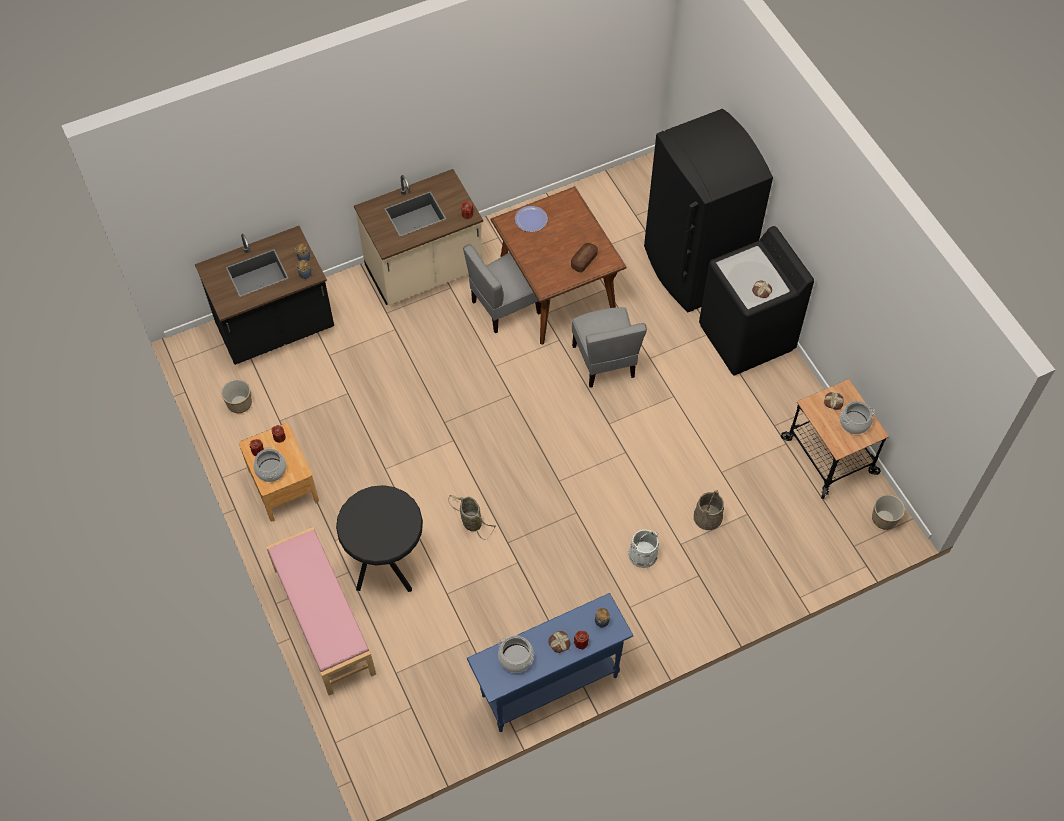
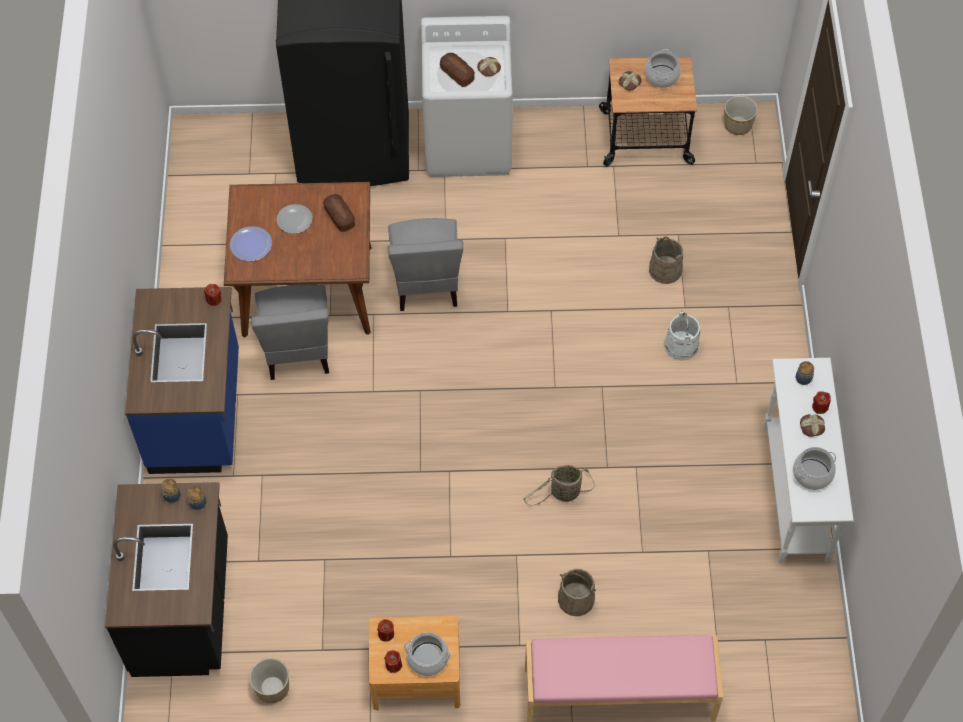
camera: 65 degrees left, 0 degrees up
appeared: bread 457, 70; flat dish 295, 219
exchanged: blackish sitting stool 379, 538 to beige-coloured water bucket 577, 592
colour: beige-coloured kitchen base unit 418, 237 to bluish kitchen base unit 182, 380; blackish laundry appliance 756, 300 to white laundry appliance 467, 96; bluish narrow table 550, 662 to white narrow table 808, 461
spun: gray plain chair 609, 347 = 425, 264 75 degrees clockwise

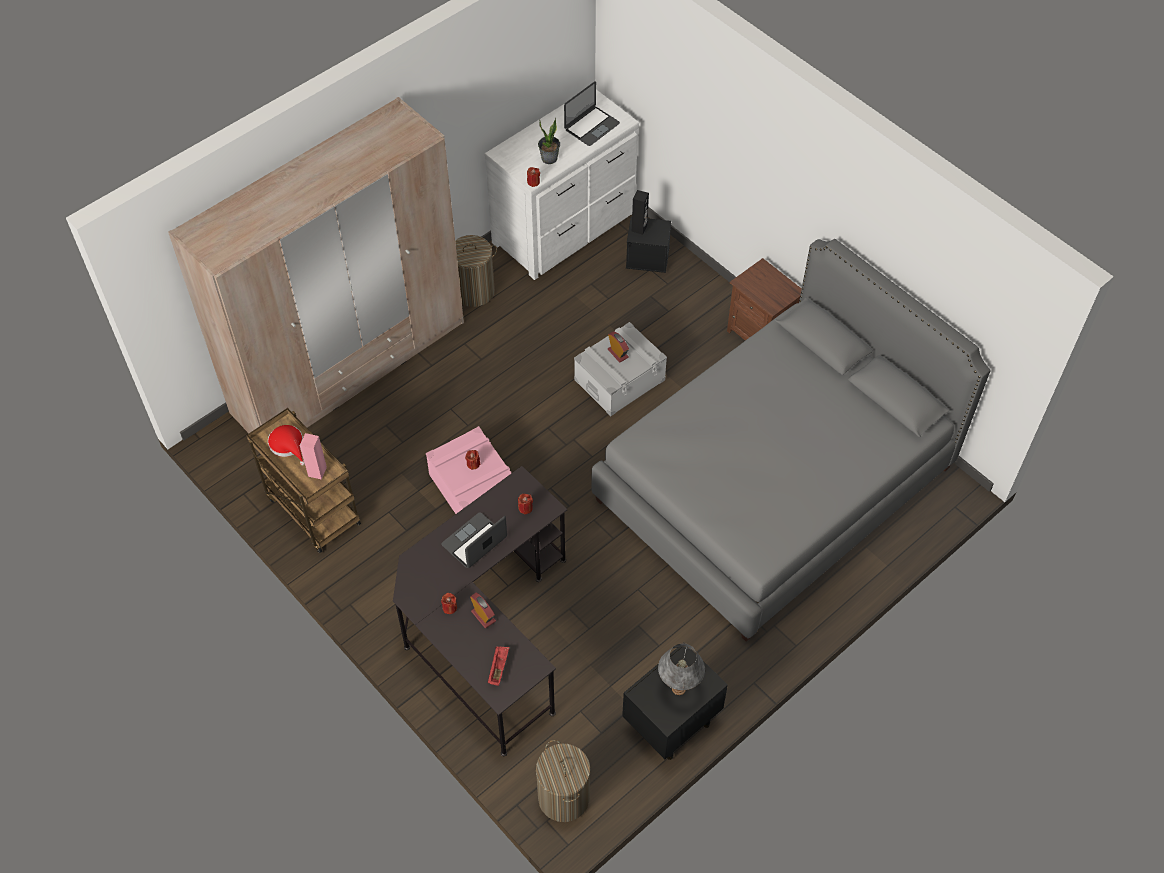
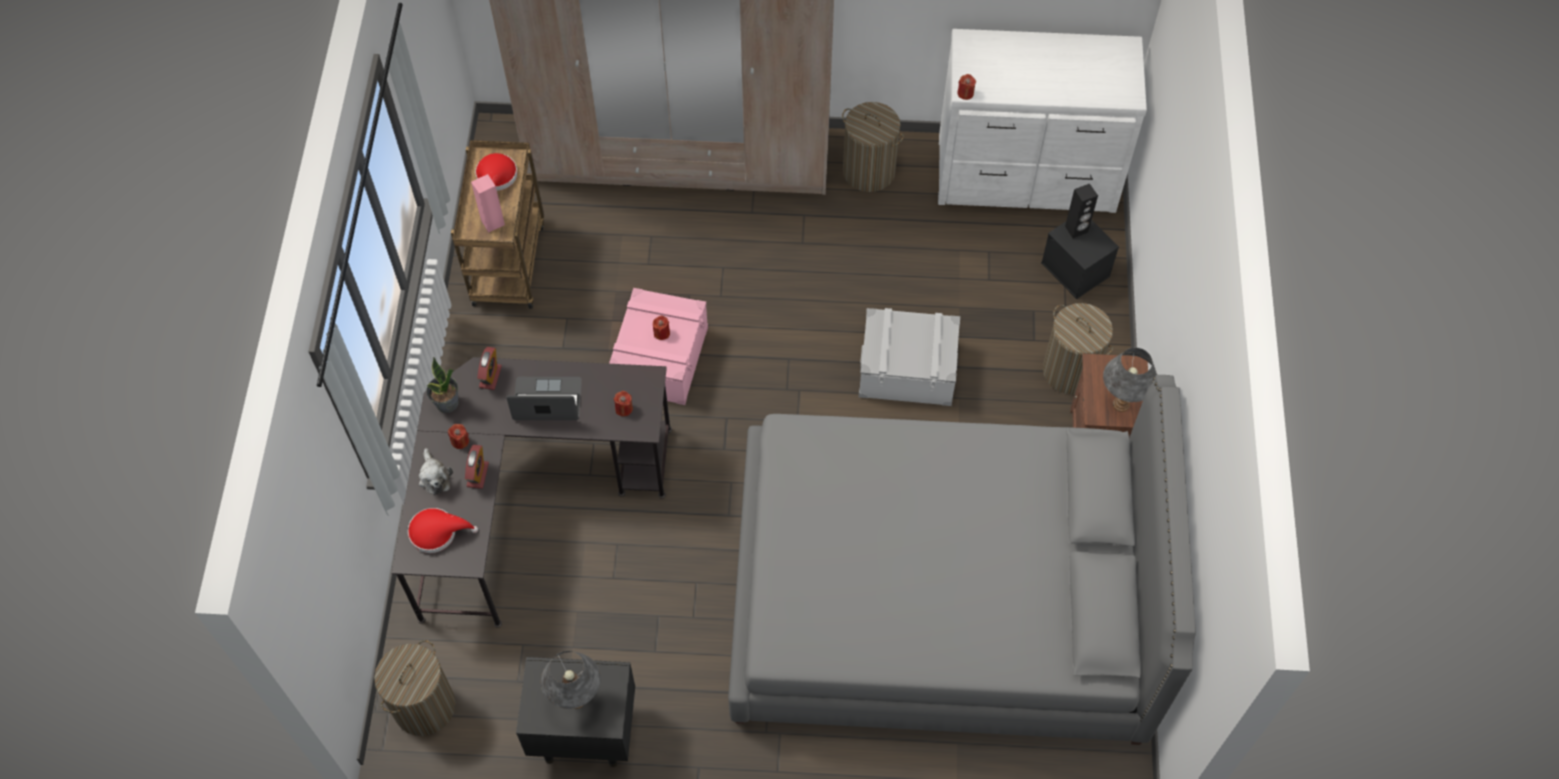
camera: 45 degrees right, 5 degrees up
missing: portable computer 592, 113
appeared: laundry basket 1078, 349; gray table lamp 1130, 379; plush toy 436, 471
relocated: plant in a pot 549, 140 to 442, 385; table clock 618, 346 to 489, 368
exchanged: red tray 498, 666 to red clothing hat 443, 530

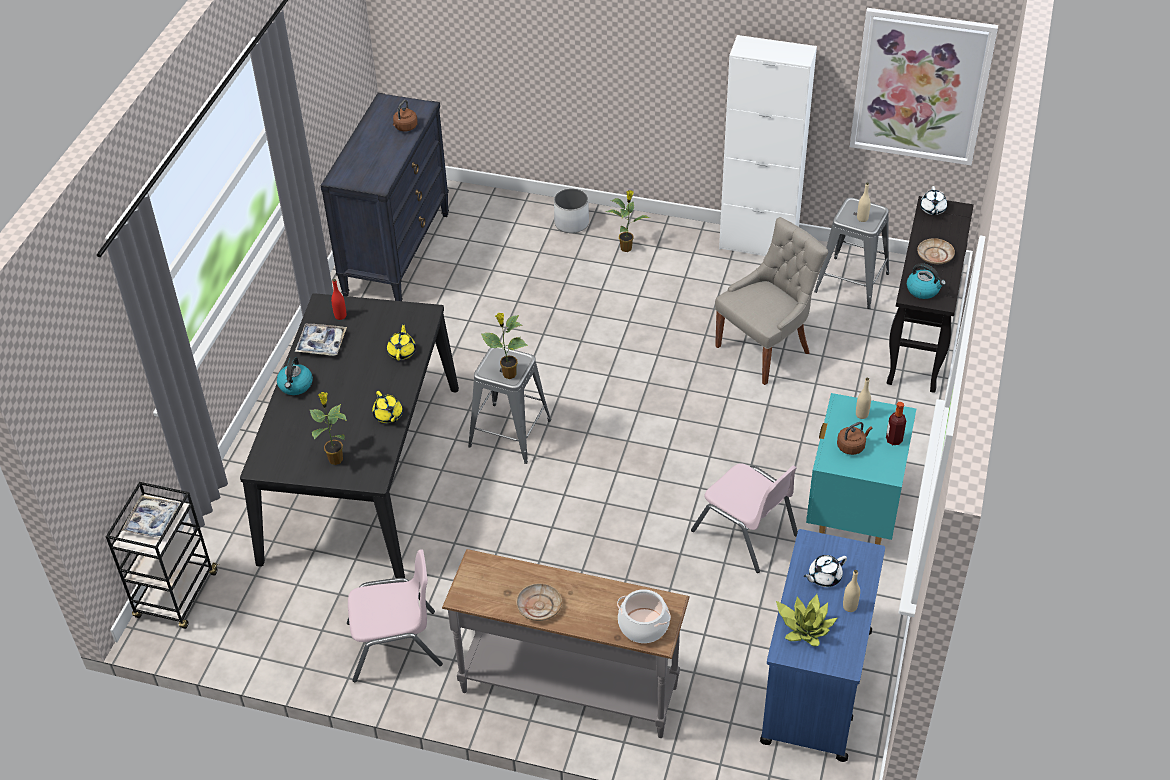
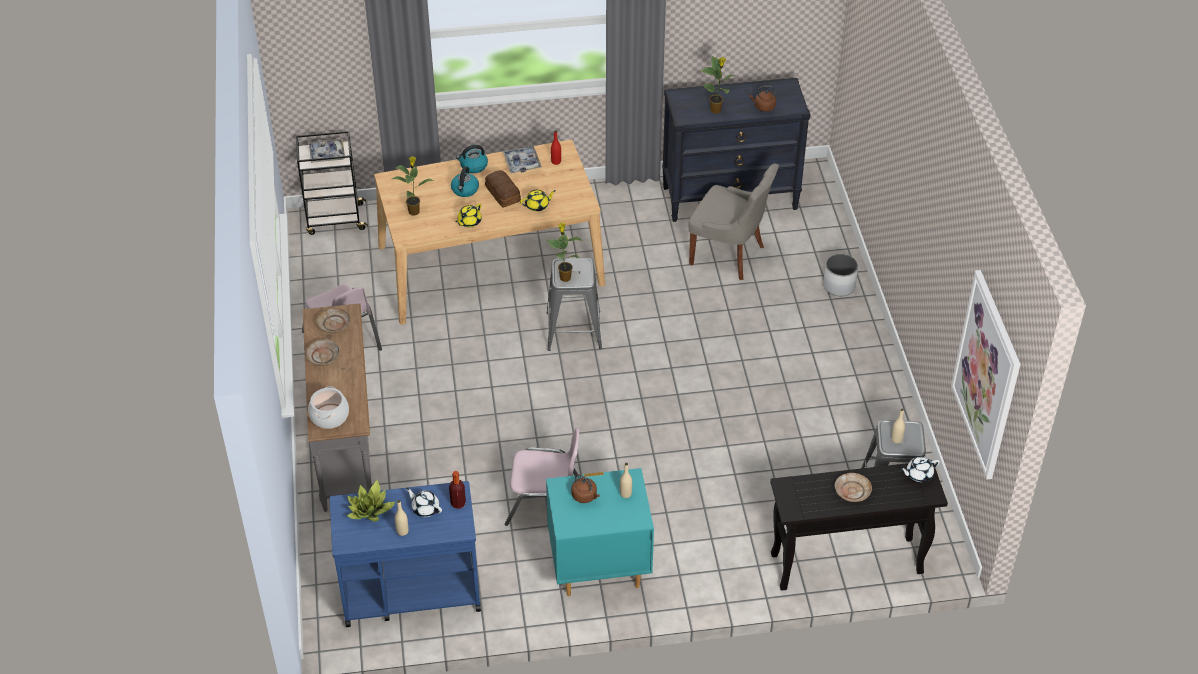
camera: 65 degrees right, 0 degrees up
missing: white cabinet 768, 145
appeared: bread 503, 189; beige-coloured flat dish 333, 320
relocated: plant in a pot 628, 221 to 718, 85; gray plain chair 771, 301 to 733, 221; kettle 926, 281 to 465, 181; drink bottle 896, 423 to 457, 490
colour: blackish dinner table 349, 435 to beige-coloured dinner table 489, 232
spun: pinkish plain chair 744, 518 = 542, 477 105 degrees counterclockwise

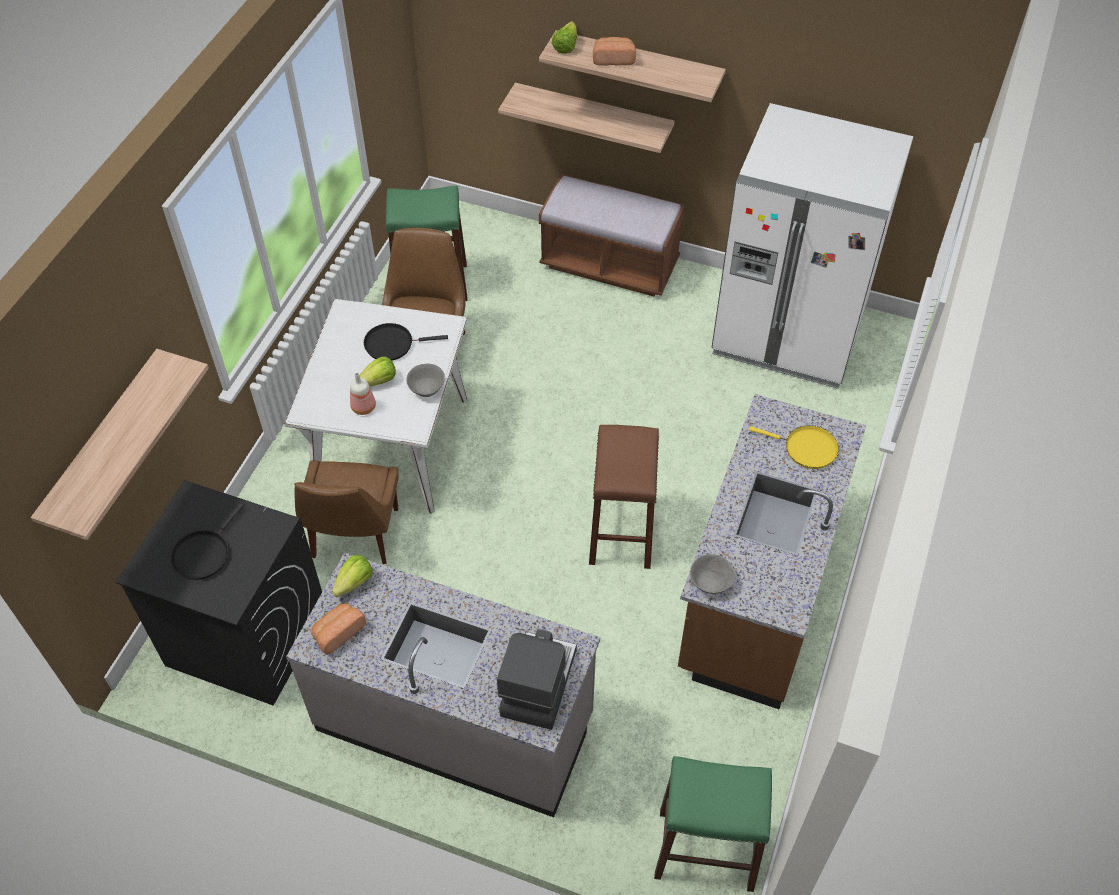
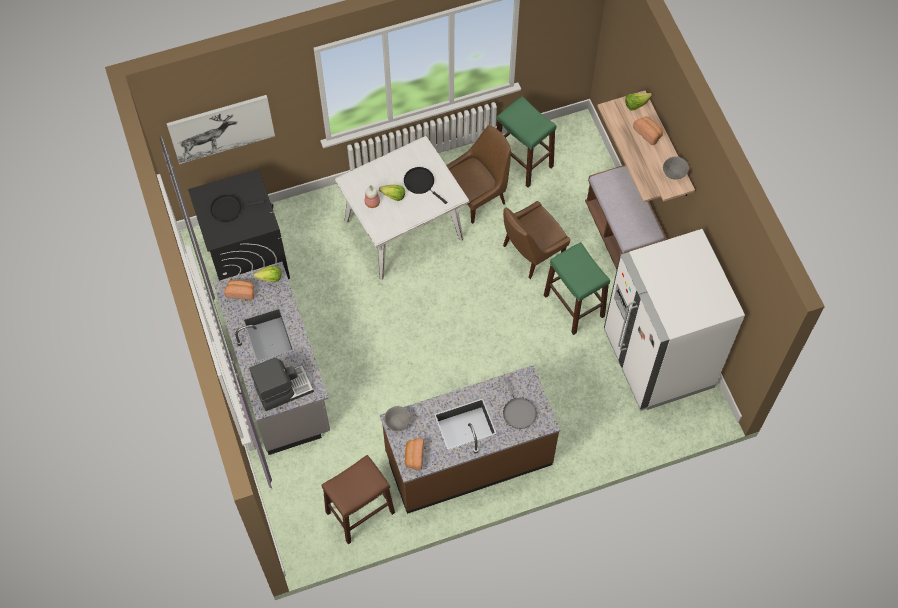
camera: 50 degrees right, 10 degrees up
appeared: bread 414, 454
relocated: gray serving bowl 425, 380 to 676, 168; brownish sitting stool 624, 497 to 358, 499; brownish plain chair 346, 512 to 536, 240; green-coloured sitting stool 713, 824 to 577, 288
exchanged: shelf 120, 444 to wall picture 221, 129
colour: yellow-coloured pan 794, 447 to gray pan 520, 403

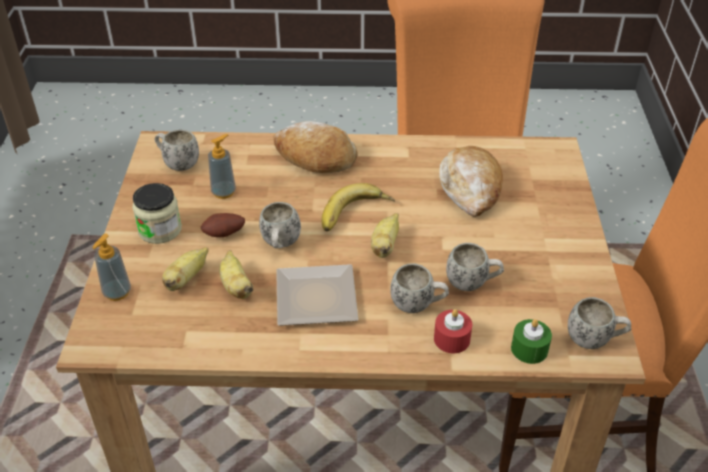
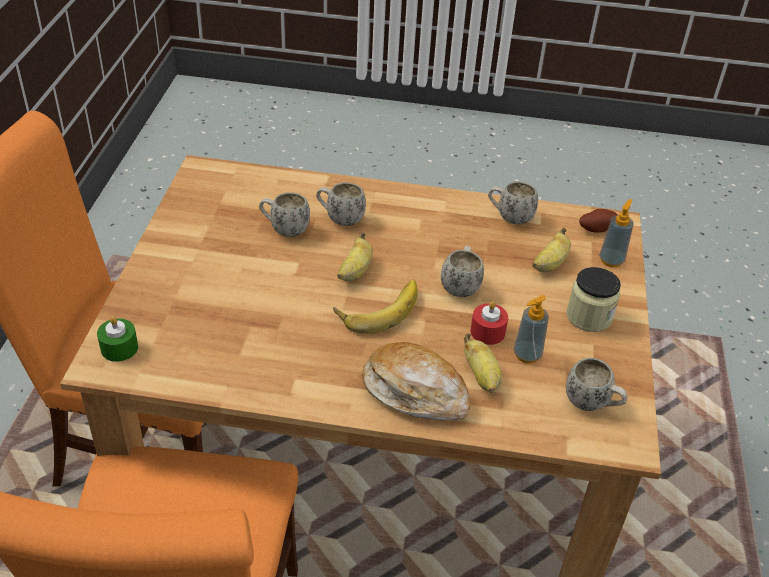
camera: 175 degrees left, 0 degrees up
missing: bread 471, 181; flat dish 317, 295
relocated: potato 223, 225 to 598, 221; whole banana 236, 274 to 483, 363; white mug 599, 323 to 513, 203; red candle 453, 331 to 489, 323; green-coloured candle 531, 341 to 117, 339

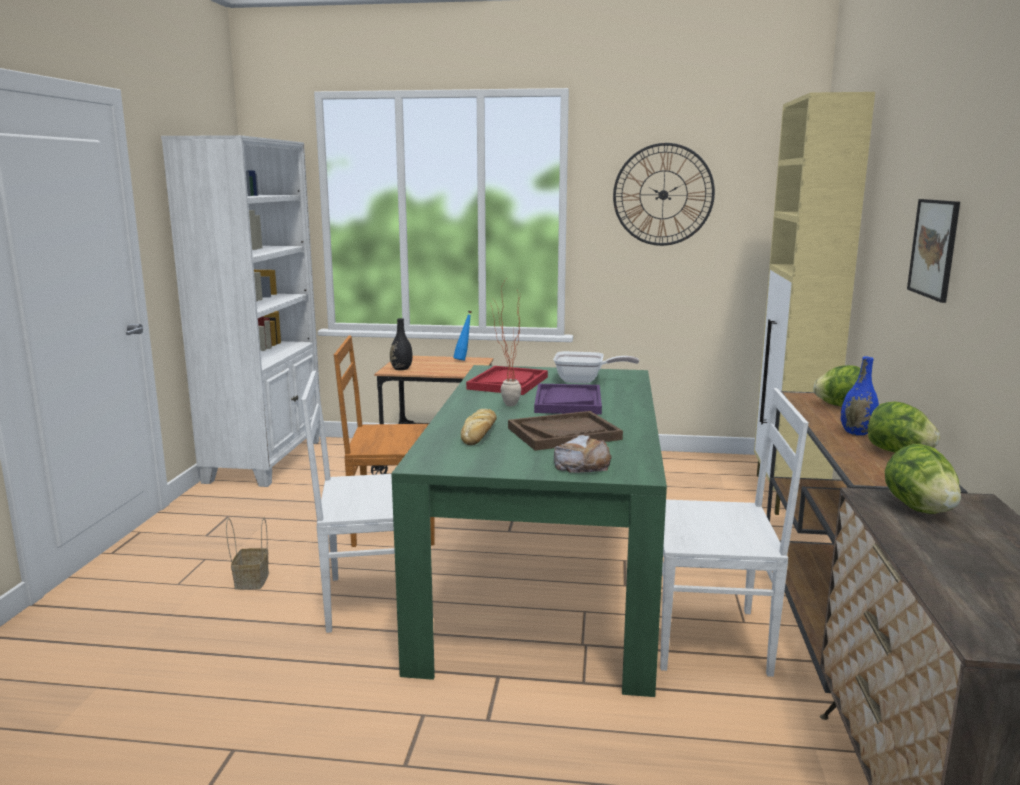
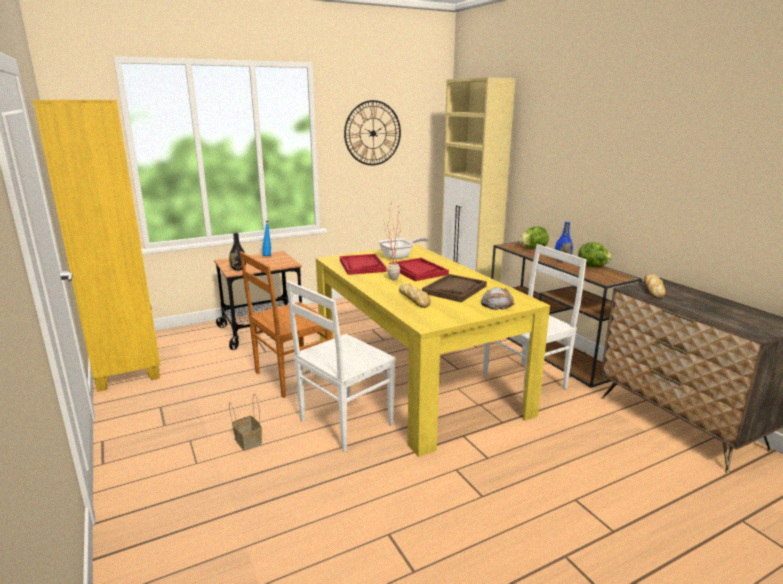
camera: 35 degrees left, 5 degrees up
missing: wall picture 933, 251
exchanged: head of lettuce 923, 479 to bread 654, 286
colour: white shelving unit 240, 311 to yellow-coloured shelving unit 97, 246; green-coloured dinner table 529, 531 to yellow-coloured dinner table 433, 350; purple-coloured tray 568, 399 to red tray 419, 269

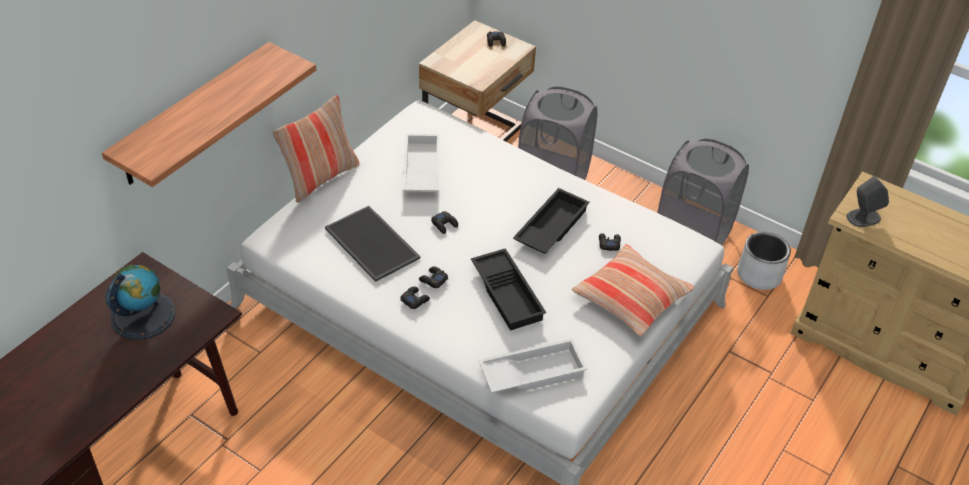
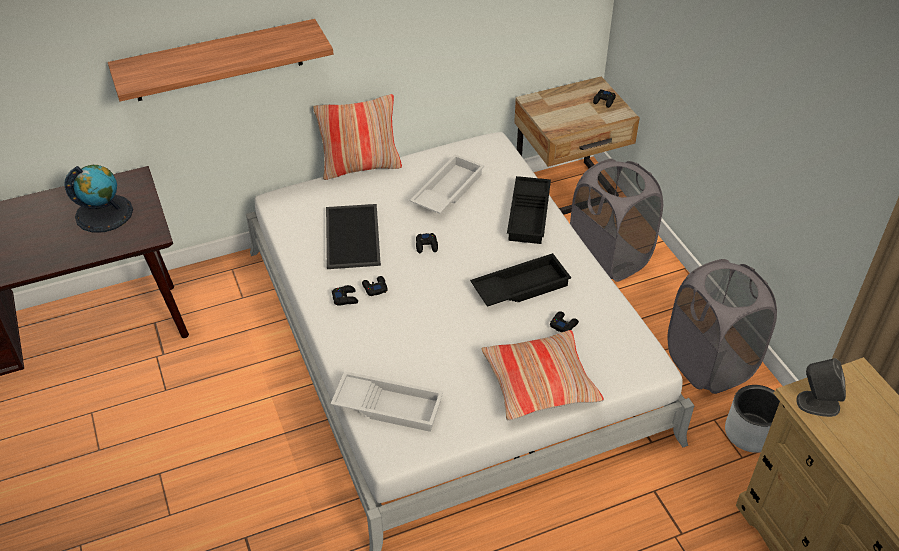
camera: 35 degrees right, 0 degrees up
relocated: blackish tray 508, 289 to 529, 210

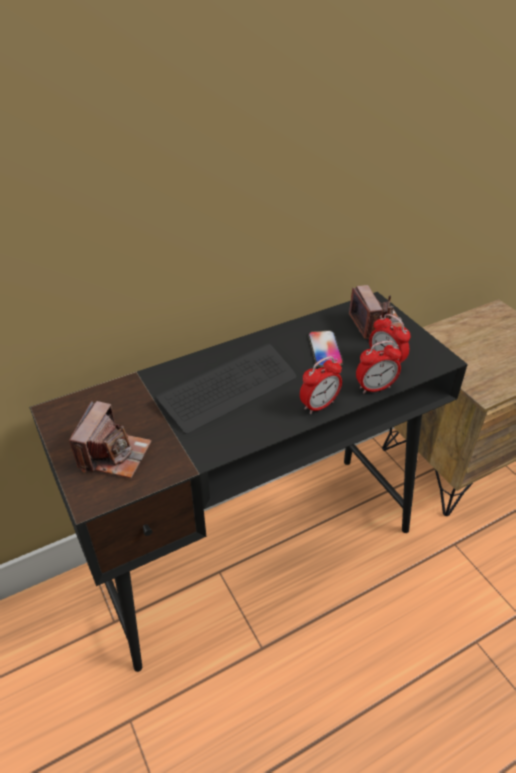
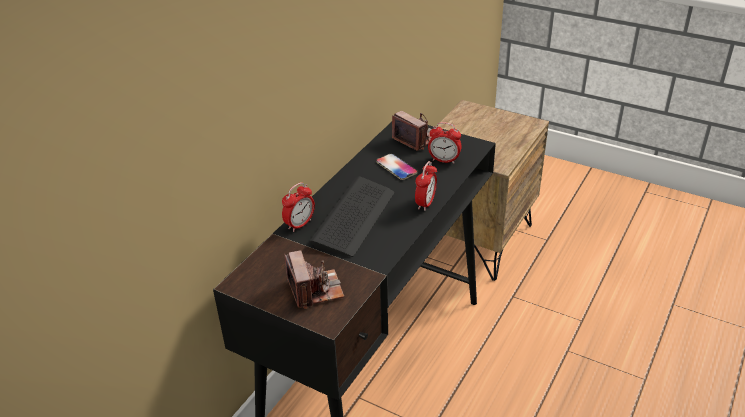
camera: 30 degrees left, 5 degrees down
relocated: table clock 378, 367 to 298, 207

